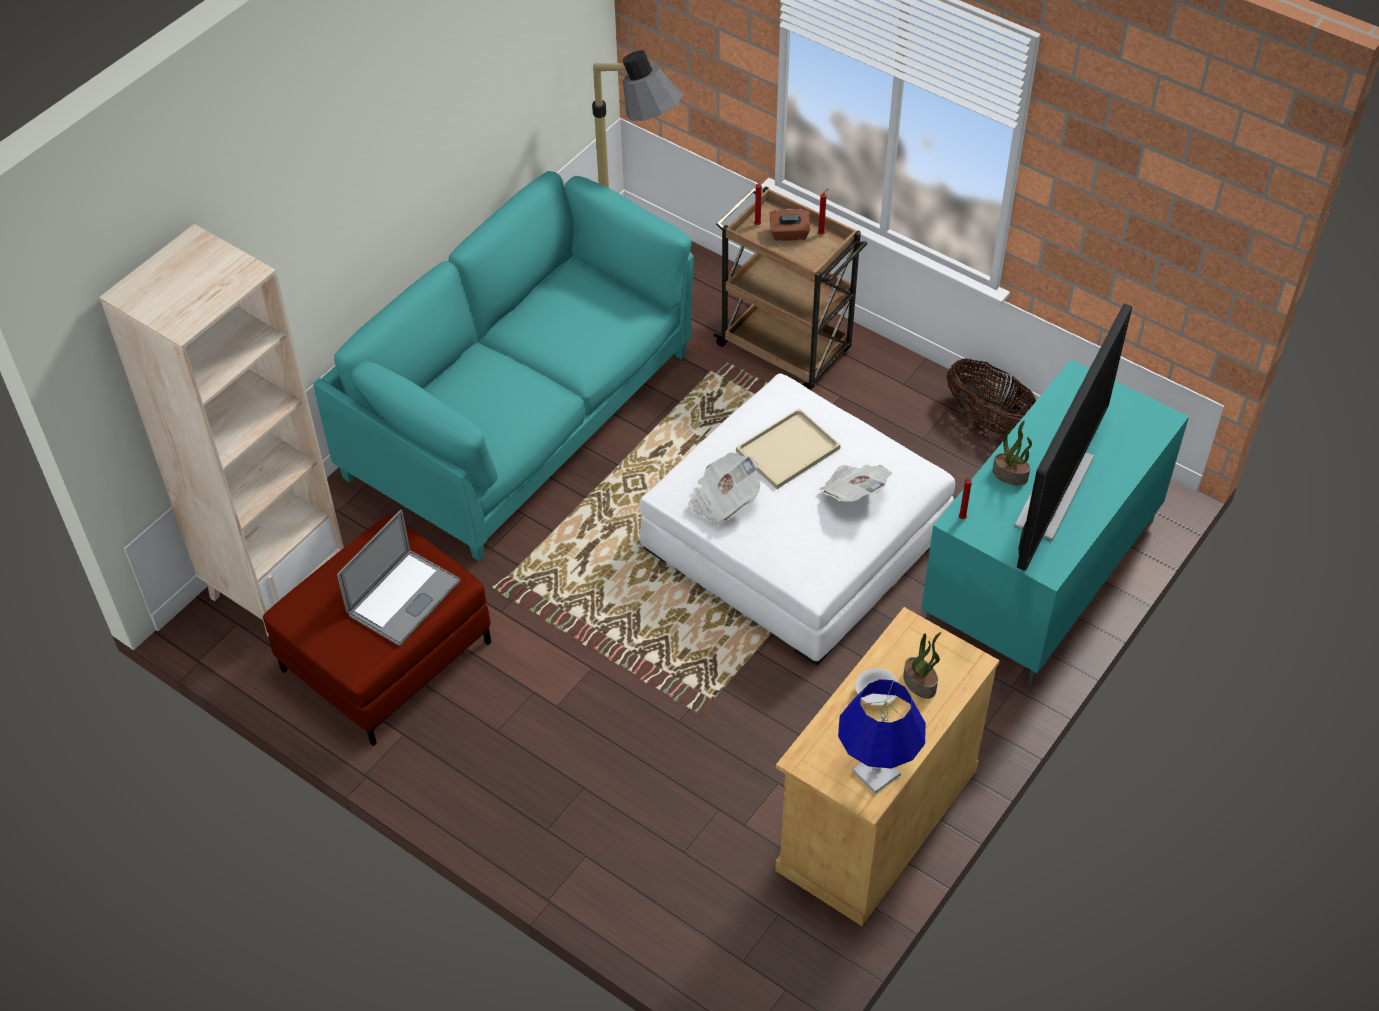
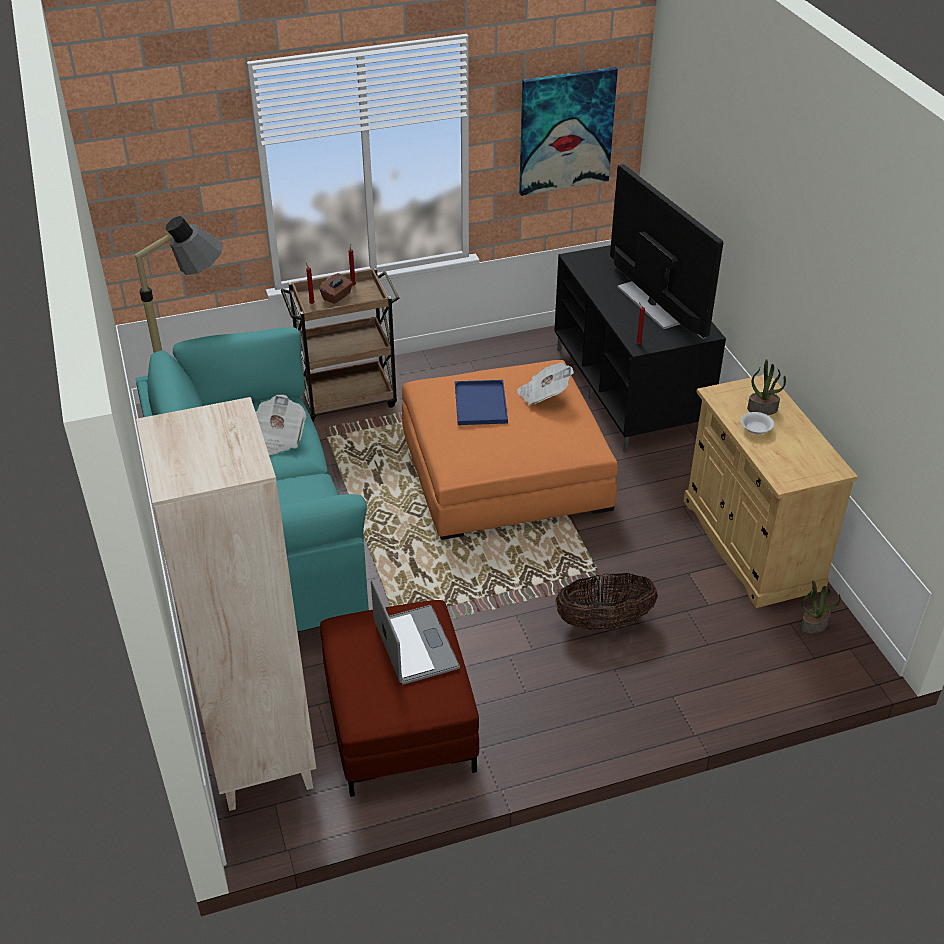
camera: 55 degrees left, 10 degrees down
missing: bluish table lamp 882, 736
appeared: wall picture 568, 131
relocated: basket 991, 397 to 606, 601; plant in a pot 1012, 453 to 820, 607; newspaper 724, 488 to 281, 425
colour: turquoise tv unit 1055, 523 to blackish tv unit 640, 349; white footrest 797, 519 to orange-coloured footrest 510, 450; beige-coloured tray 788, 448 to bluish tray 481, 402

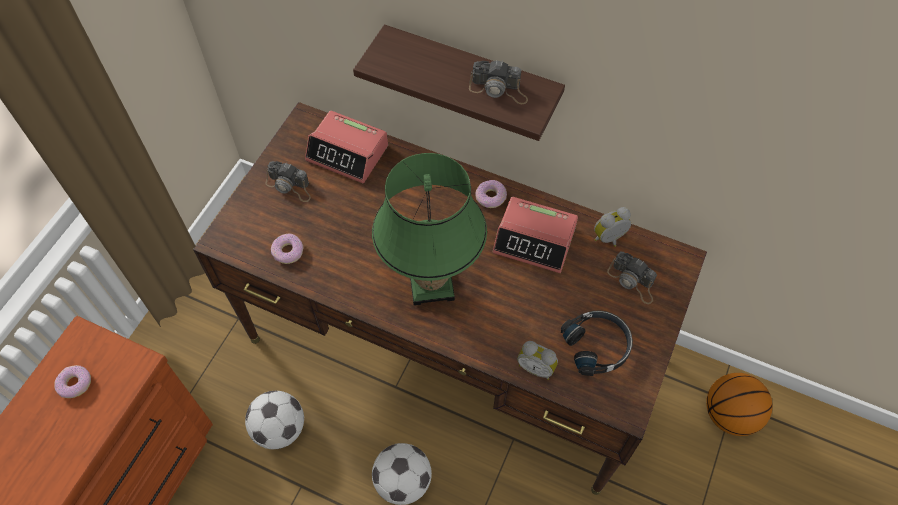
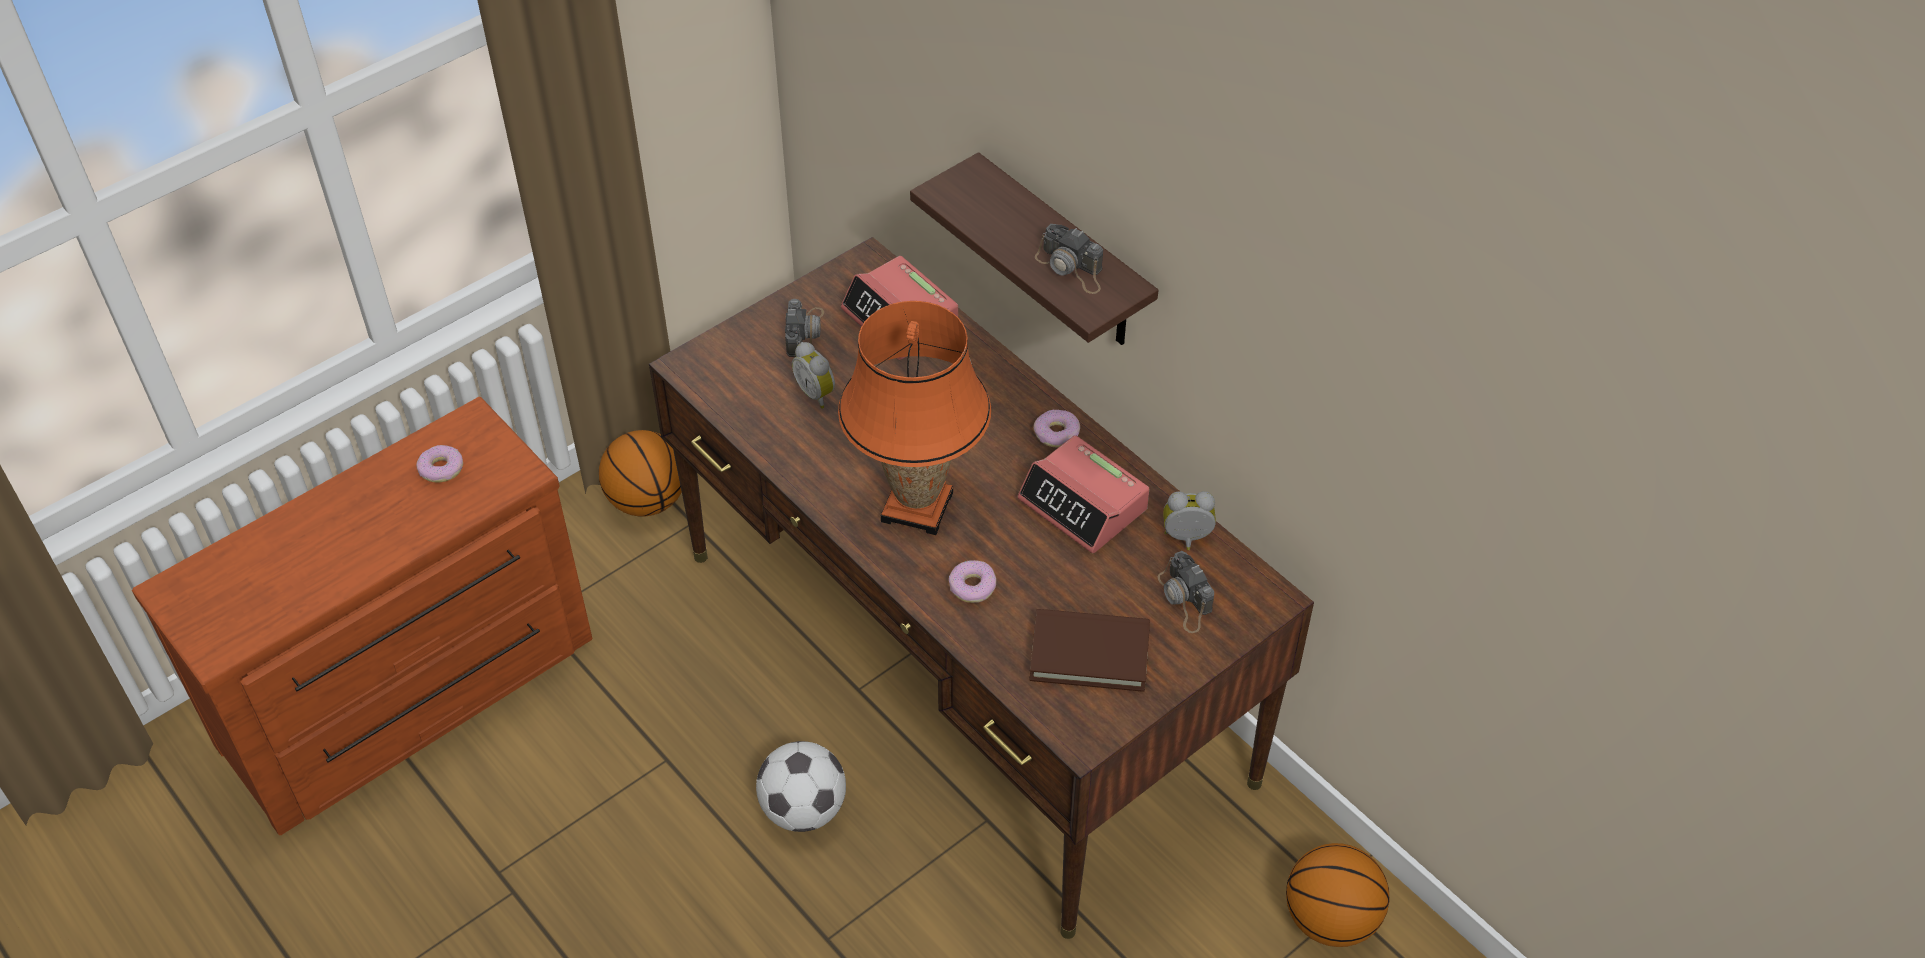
camera: 25 degrees right, 10 degrees down
missing: ball for football 274, 420
appeared: basketball 640, 473
relocated: doughnut 287, 248 to 972, 581; table clock 537, 360 to 813, 375
exchanged: blackish pair of headphones 597, 343 to brownish volume 1089, 650
colour: green-coloured table lamp 429, 229 to orange-coloured table lamp 914, 418
spun: still camera 288, 181 = 804, 328 135 degrees counterclockwise

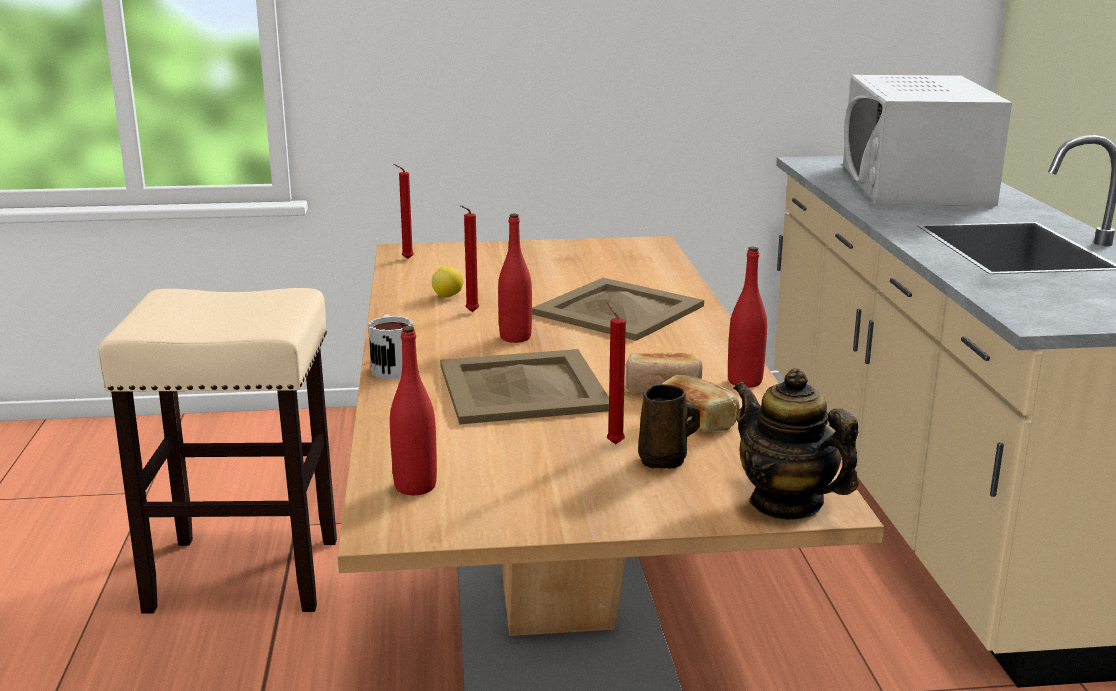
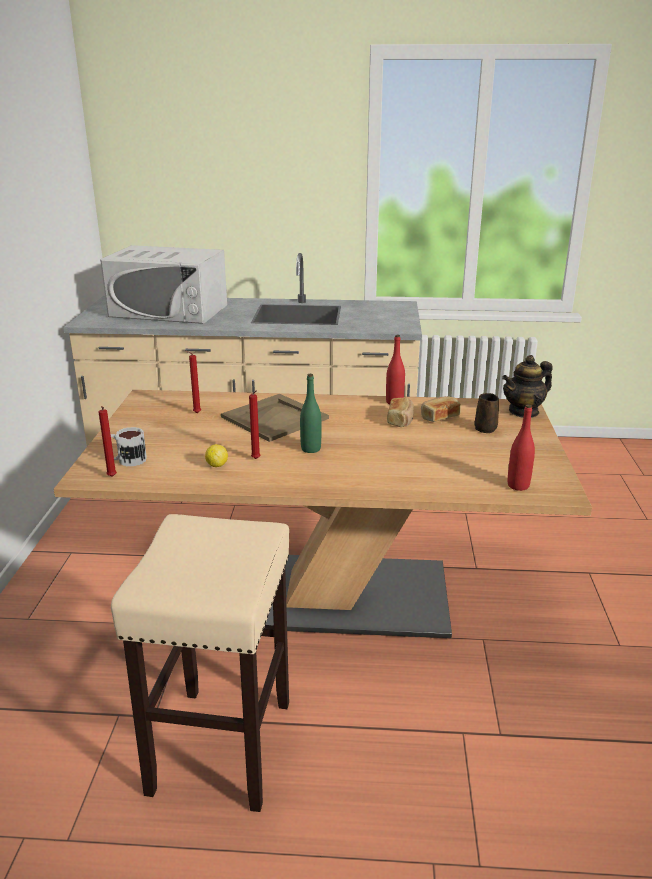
camera: 80 degrees left, 5 degrees up
missing: beige-coloured tray 524, 387
relocated: red candle 616, 373 to 193, 382; mug 391, 347 to 128, 446
colour: red drink bottle 515, 278 to green-coloured drink bottle 310, 413

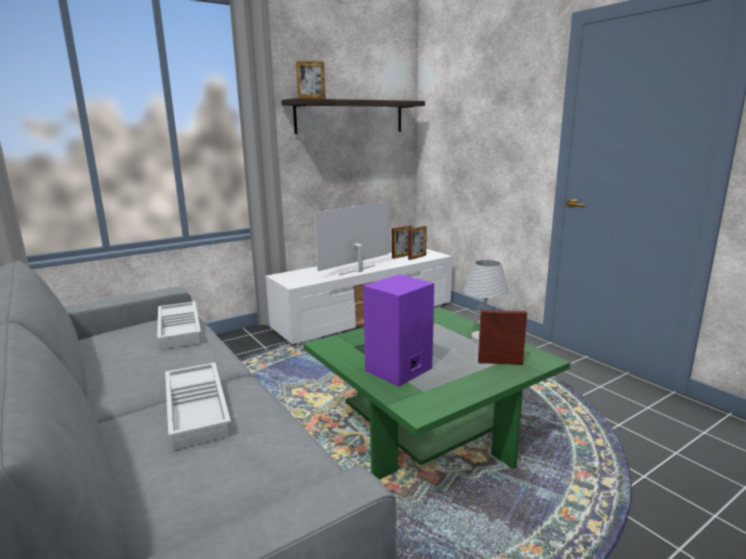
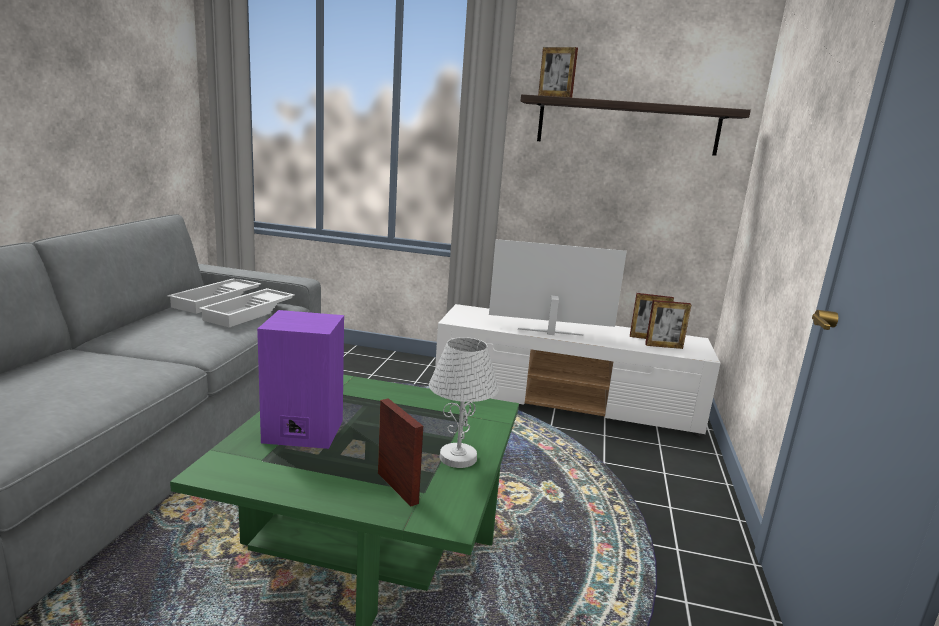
camera: 45 degrees right, 0 degrees up
relocated: white tray 198, 406 to 214, 296

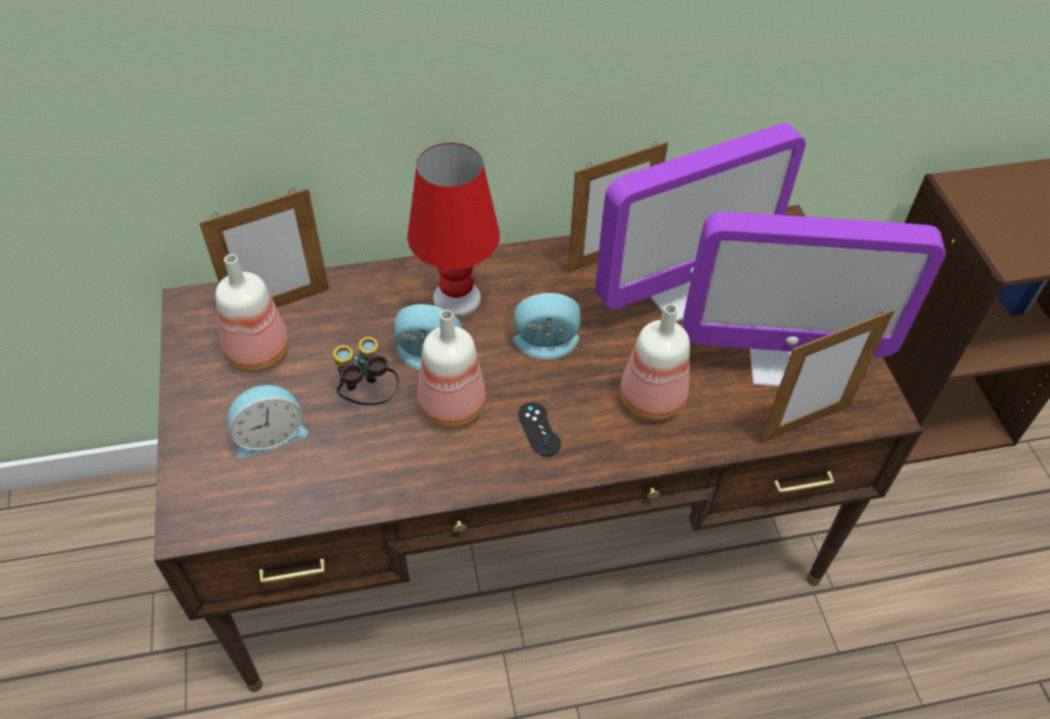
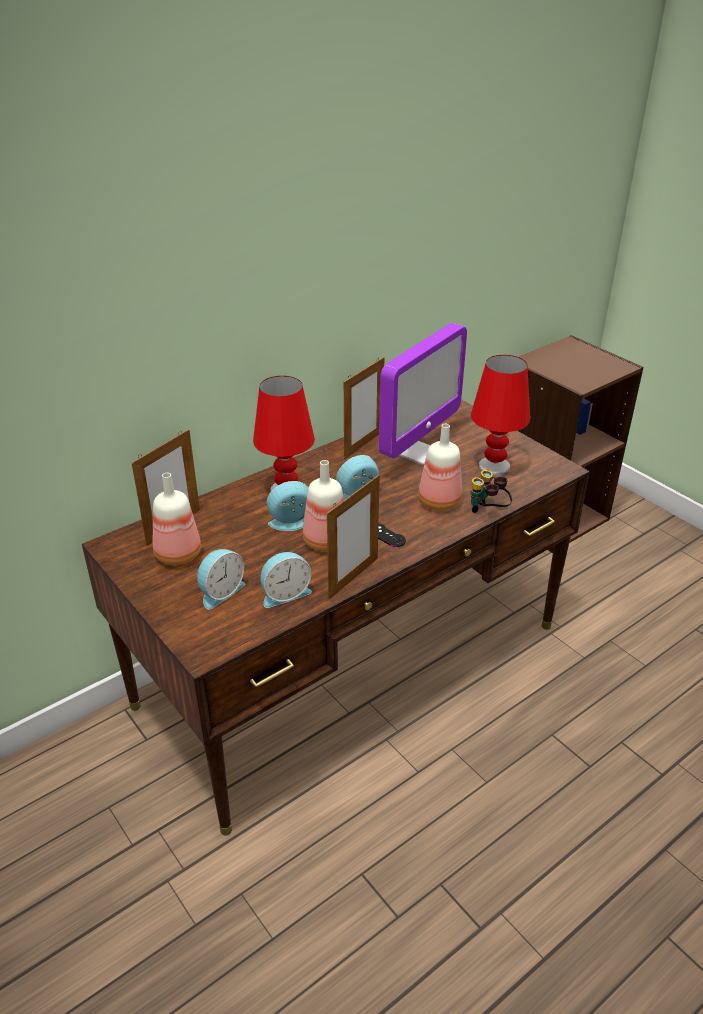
camera: 25 degrees left, 15 degrees down
appeared: table clock 286, 580
relocated: photo frame 827, 376 to 353, 537; binoculars 366, 371 to 491, 491
exchanged: computer display 814, 299 to red table lamp 500, 415

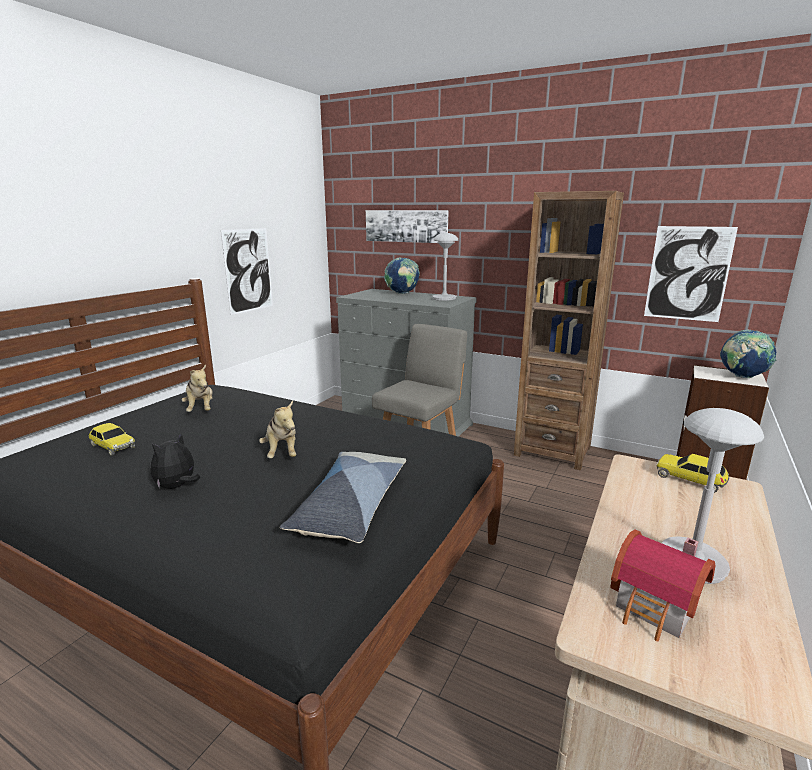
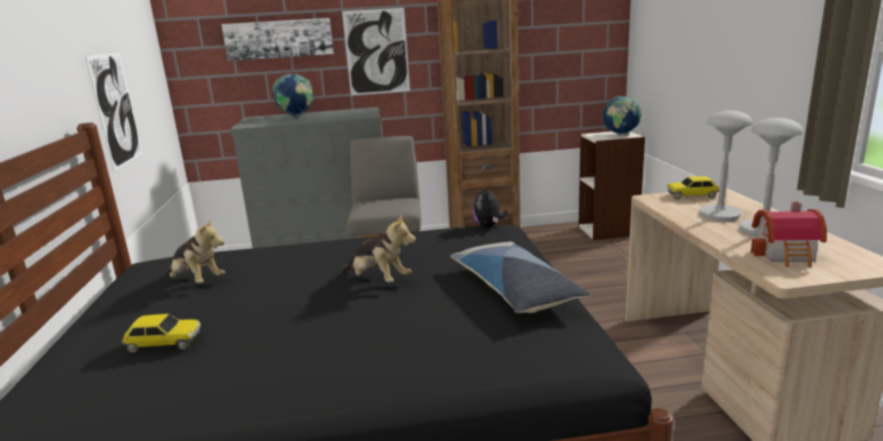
camera: 35 degrees left, 0 degrees up
relocated: wall picture 691, 274 to 376, 51; gray table lamp 445, 267 to 726, 166; plush toy 175, 461 to 490, 206

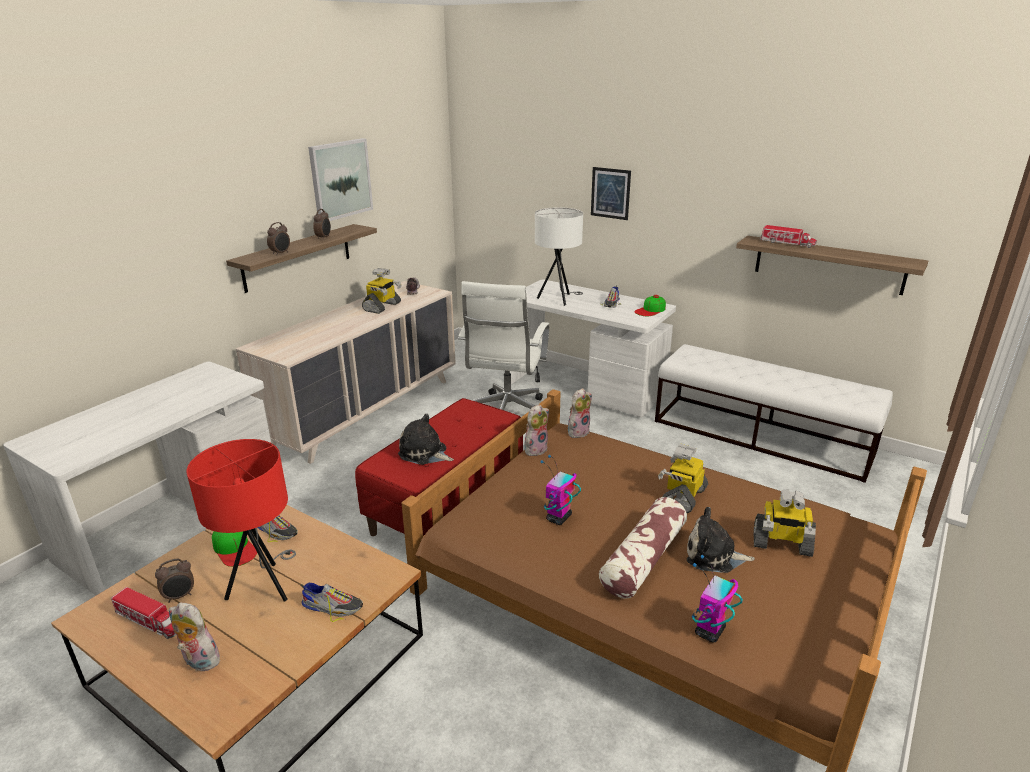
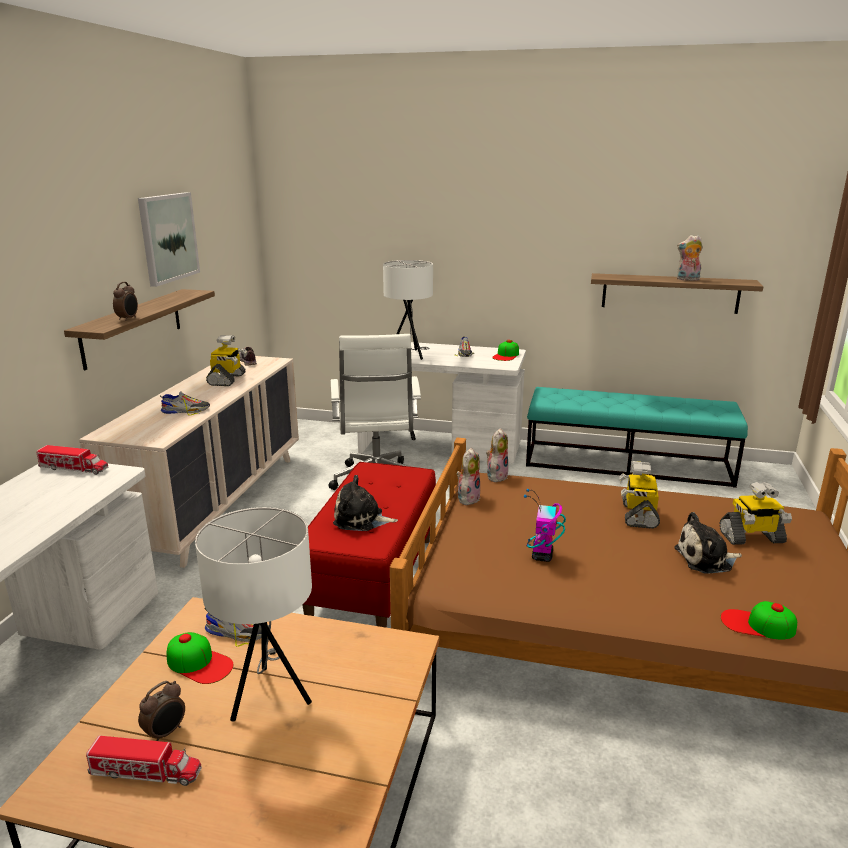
camera: 20 degrees left, 5 degrees down
missing: wall picture 611, 193; table clock 322, 224; throw pillow 643, 548
relocated: model truck 788, 236 to 72, 460; low shoe 332, 602 to 185, 403; plush toy 194, 636 to 690, 258
exchanged: robot figure 717, 599 to cap 759, 620
colour: white bench 774, 413 to turquoise bench 637, 437; red table lamp 241, 520 to white table lamp 253, 614

